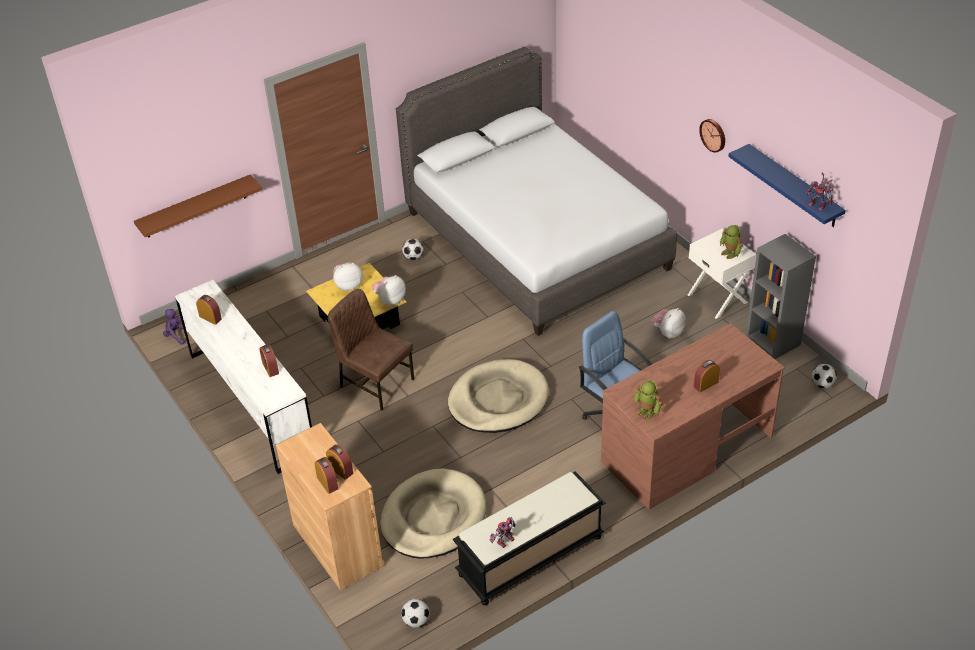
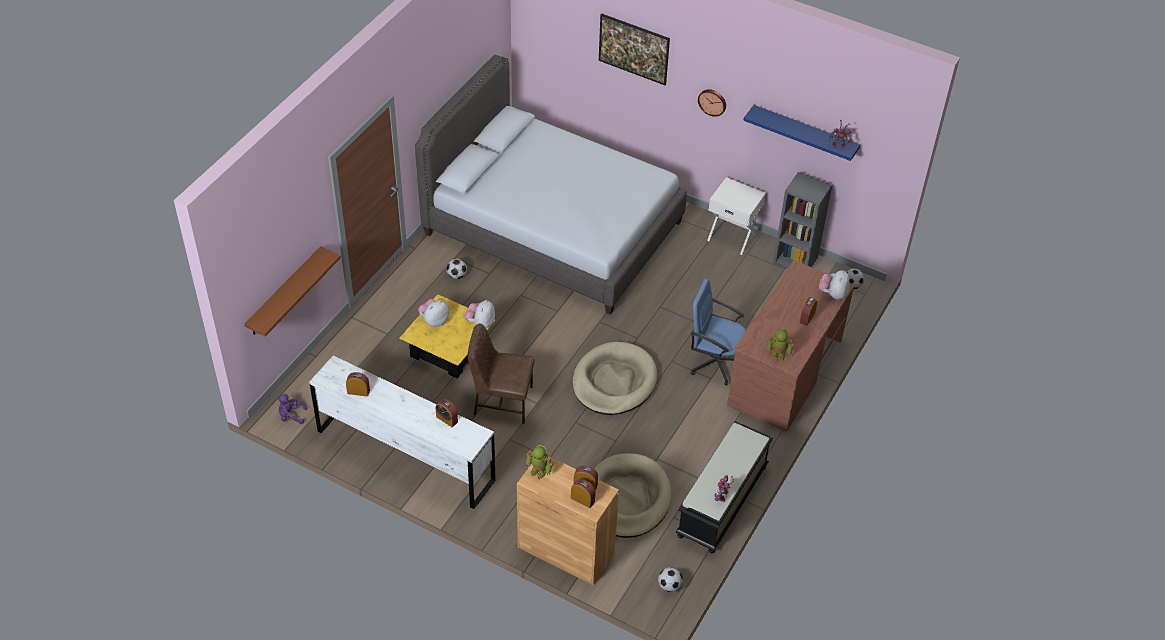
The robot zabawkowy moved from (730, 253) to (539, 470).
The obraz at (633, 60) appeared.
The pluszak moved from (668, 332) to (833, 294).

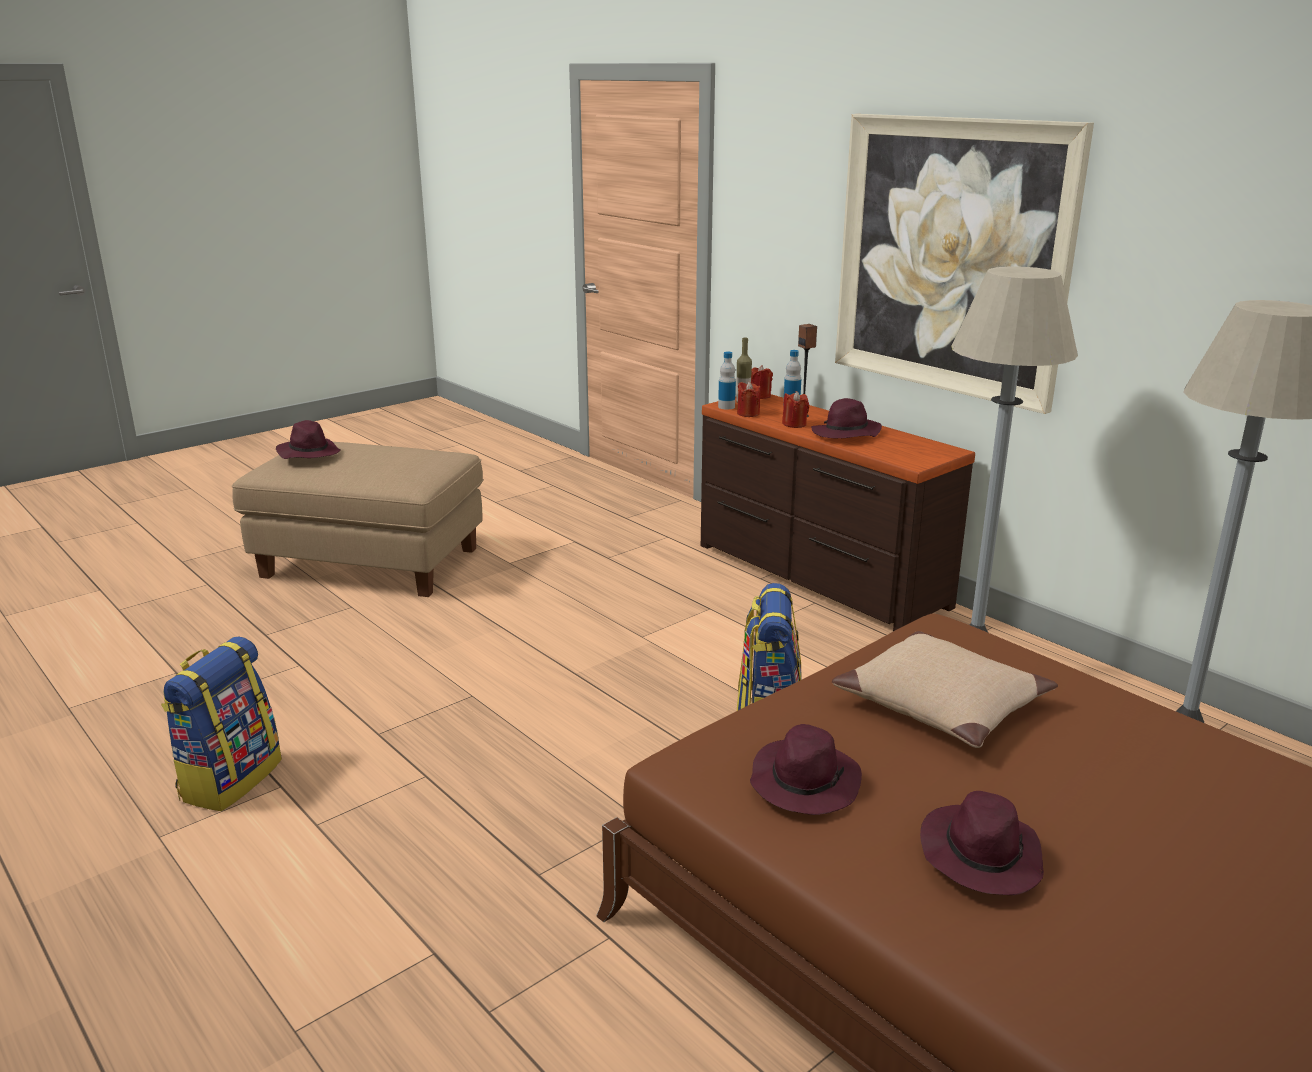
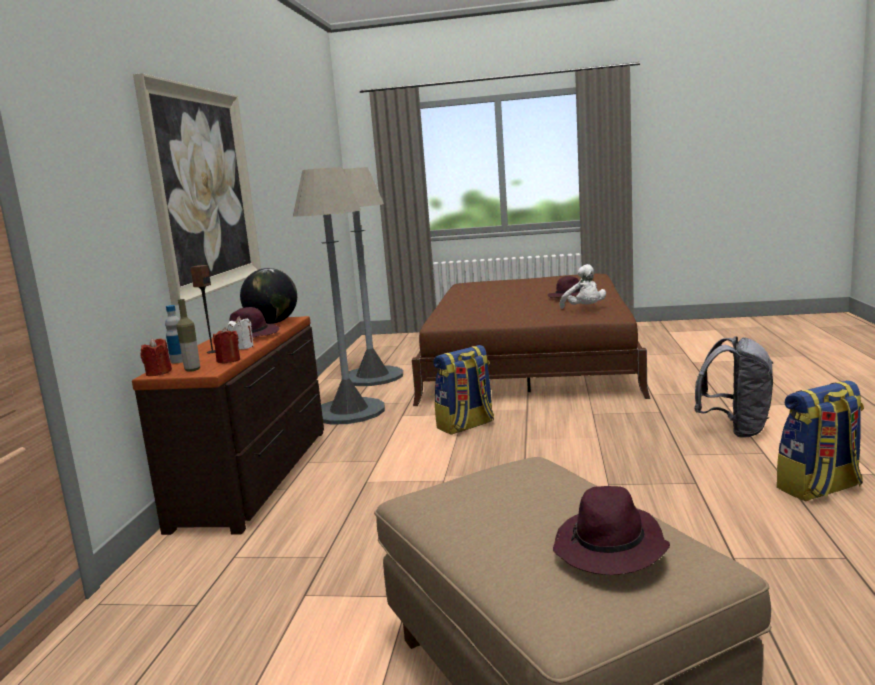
The świeca [czerwony] at (794, 424) became the świeca [biały] at (242, 347).
The globus at (272, 323) appeared.
The kapelusz [fioletowy] at (804, 782) was replaced by the pluszak [biały] at (584, 309).
The plecak [szary] at (736, 429) appeared.
The butelka at (726, 407) disappeared.
The poduszka [beżowy] at (942, 705) disappeared.

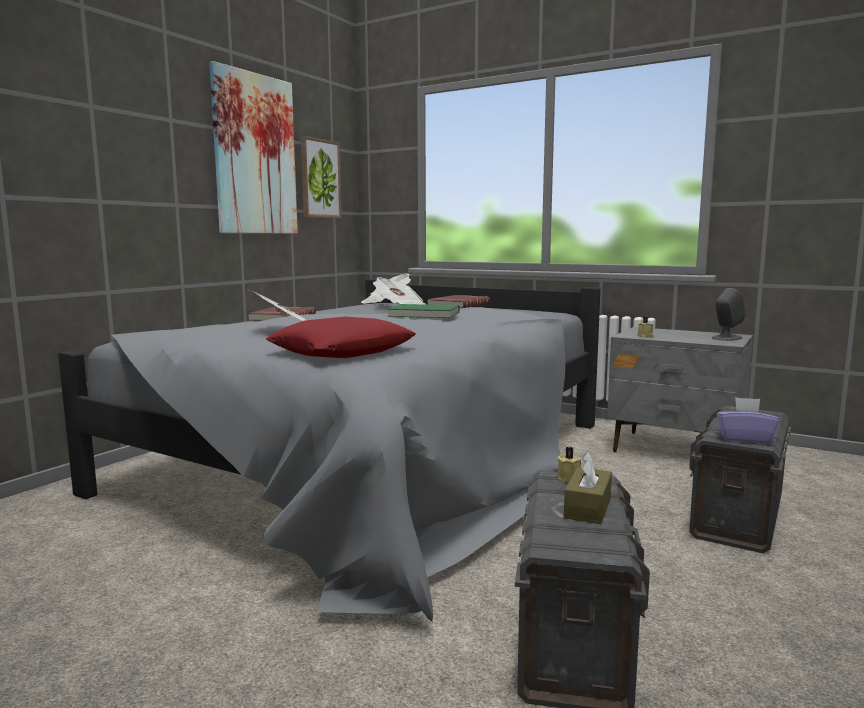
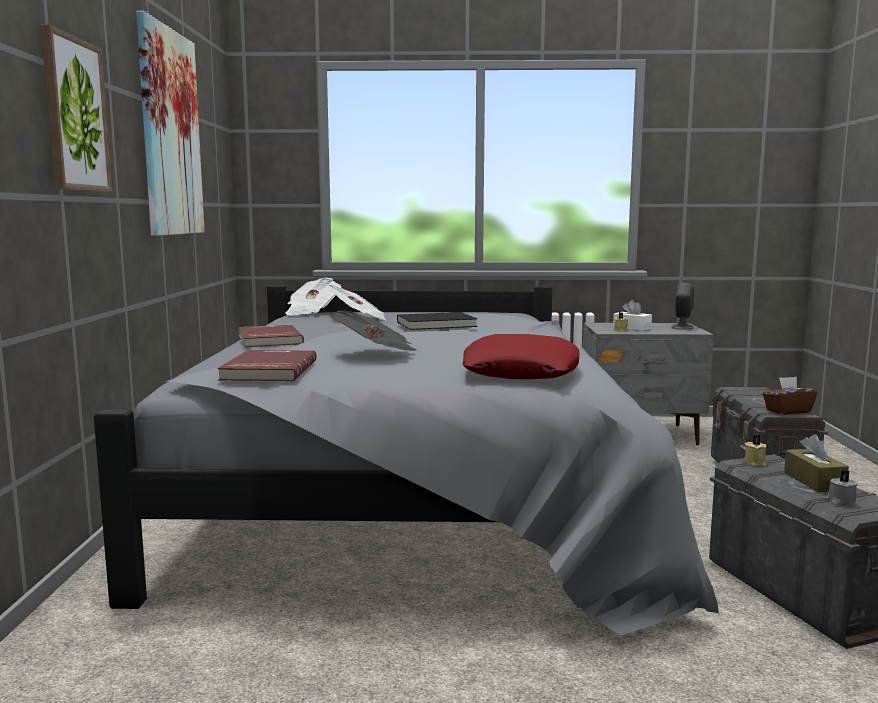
The obraz moved from (320, 178) to (74, 115).
The książka [czerwony] moved from (458, 304) to (267, 370).
The książka [zielony] at (424, 314) became the książka [czarny] at (436, 324).
The pudełko chusteczek [biały] at (632, 328) appeared.
The pudełko chusteczek [fioletowy] at (744, 438) became the pudełko chusteczek [brązowy] at (787, 411).
The świeca [szary] at (840, 502) appeared.

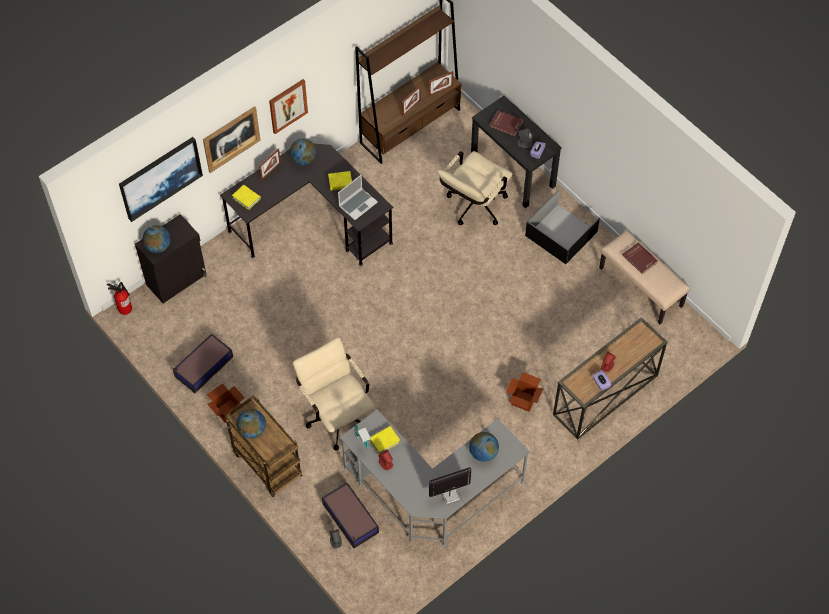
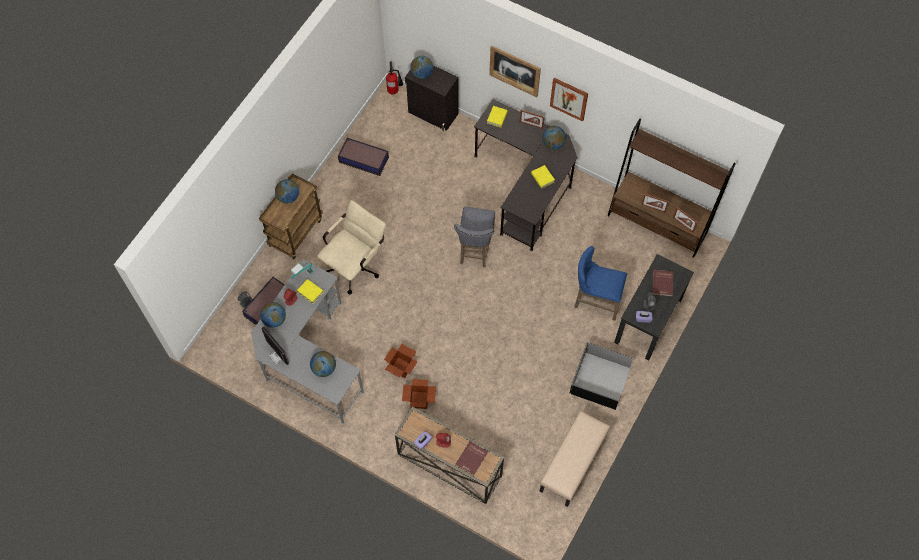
The globus at (274, 320) appeared.
The karton moved from (228, 411) to (401, 367).
The stołek [szary] at (475, 249) appeared.
The książka [czerwony] moved from (640, 258) to (472, 459).
The krzesło biurowe [beżowy] at (473, 208) was replaced by the stołek [niebieski] at (595, 300).
The obraz at (160, 177) disappeared.
The laptop at (358, 204) disappeared.

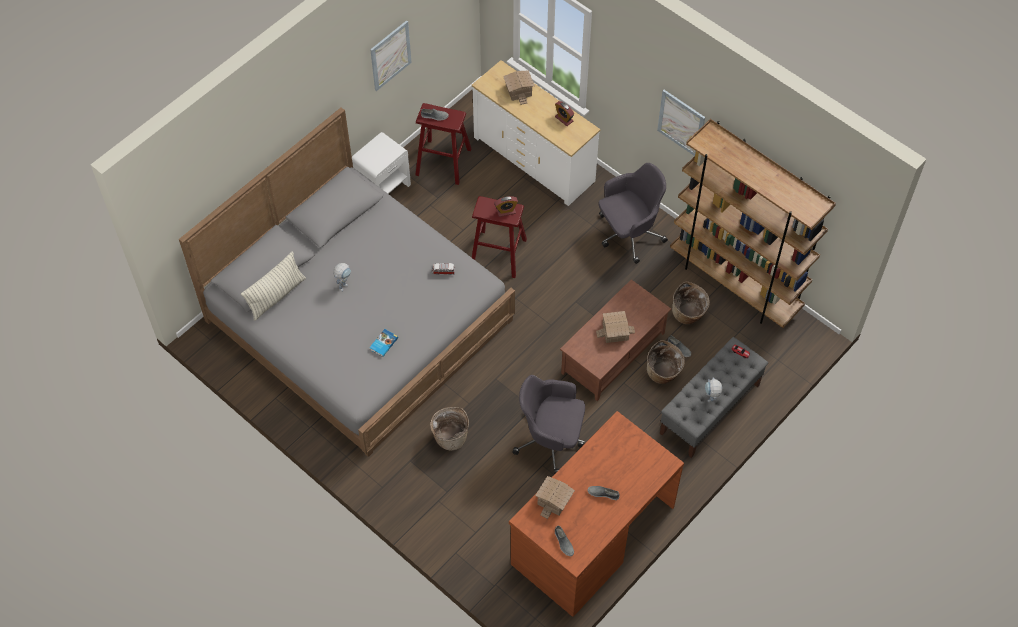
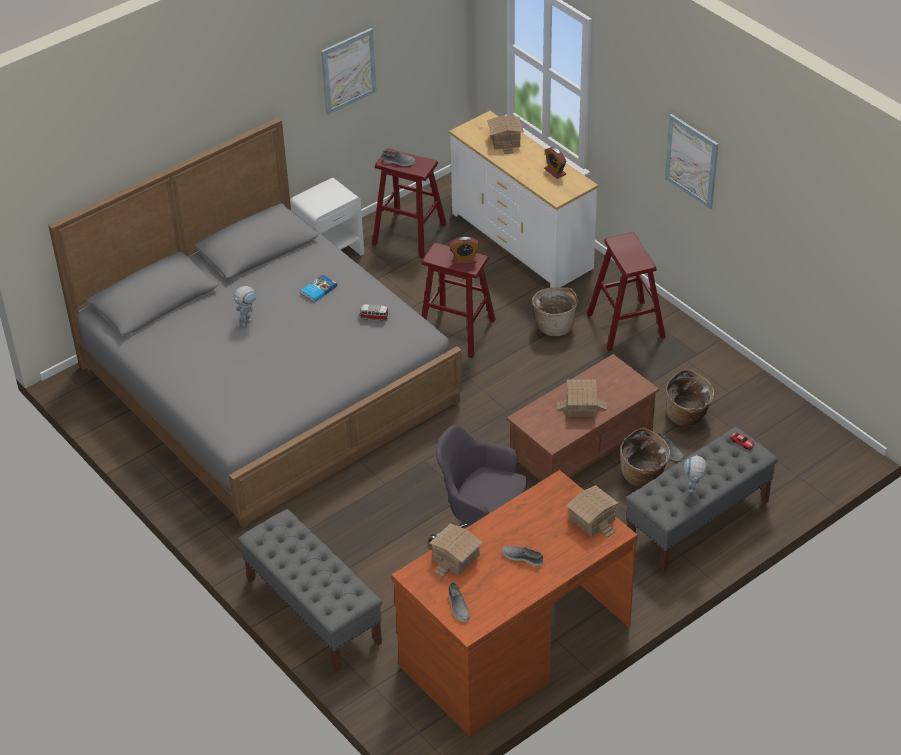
The ławka [szary] at (313, 611) appeared.
The książka moved from (383, 343) to (318, 290).
The koszyk moved from (450, 436) to (554, 325).
The domek at (591, 520) appeared.
The krzesło biurowe [szary] at (628, 234) was replaced by the stołek [czerwony] at (625, 326).
The poduszka at (276, 296) disappeared.
The regał [brązowy] at (735, 283) disappeared.

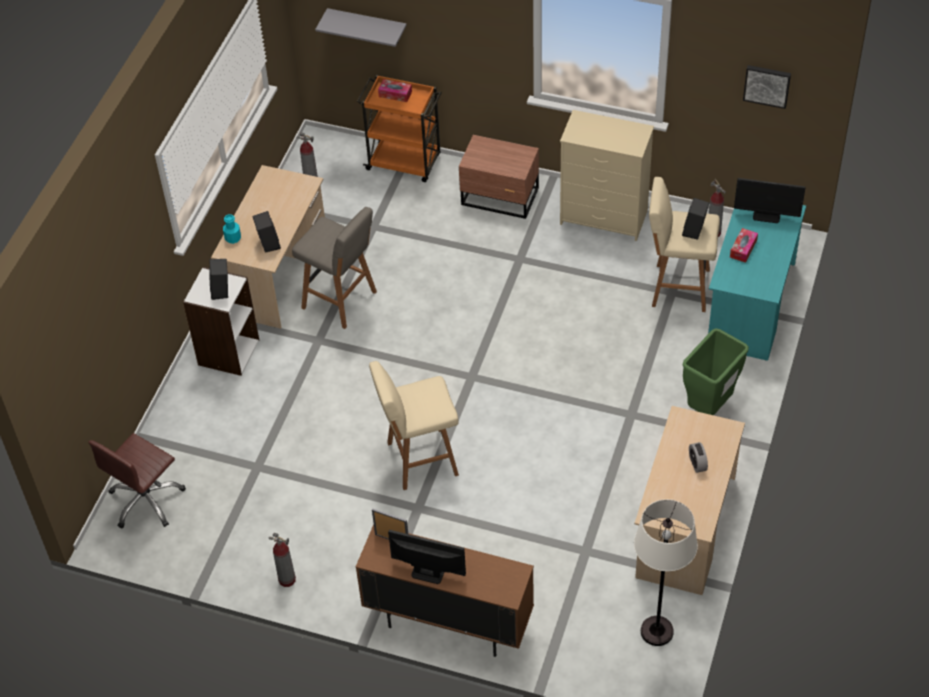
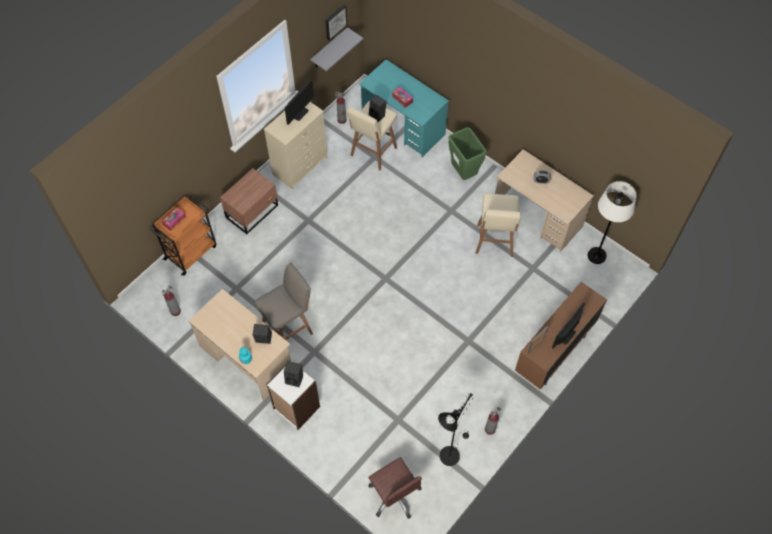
The monitor moved from (766, 215) to (299, 113).
The półka [szary] moved from (367, 26) to (329, 49).
The lampa stojąca [czarny] at (451, 452) appeared.
The stołek [beżowy] moved from (419, 459) to (494, 242).

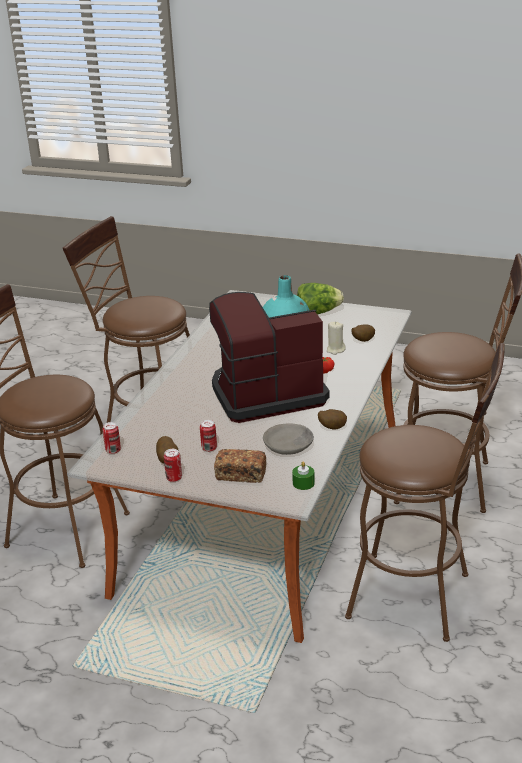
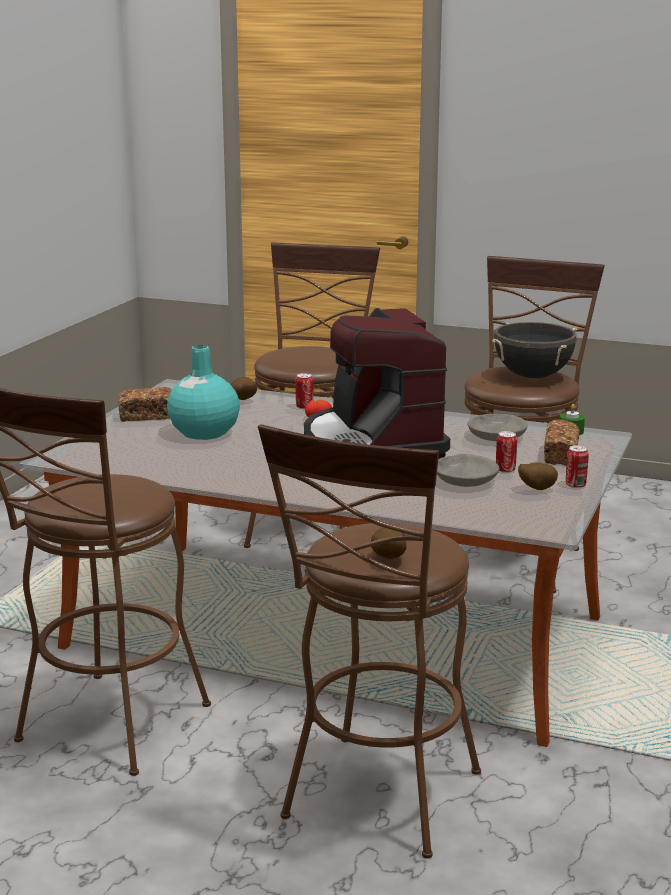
The sałata at (318, 313) was replaced by the chleb at (146, 416).
The puszka moved from (113, 450) to (304, 407).
The ziemniak moved from (332, 427) to (388, 559).
The miska [szary] at (465, 480) appeared.
The garnek [czarny] at (532, 376) appeared.
The świeca [beżowy] at (335, 350) disappeared.

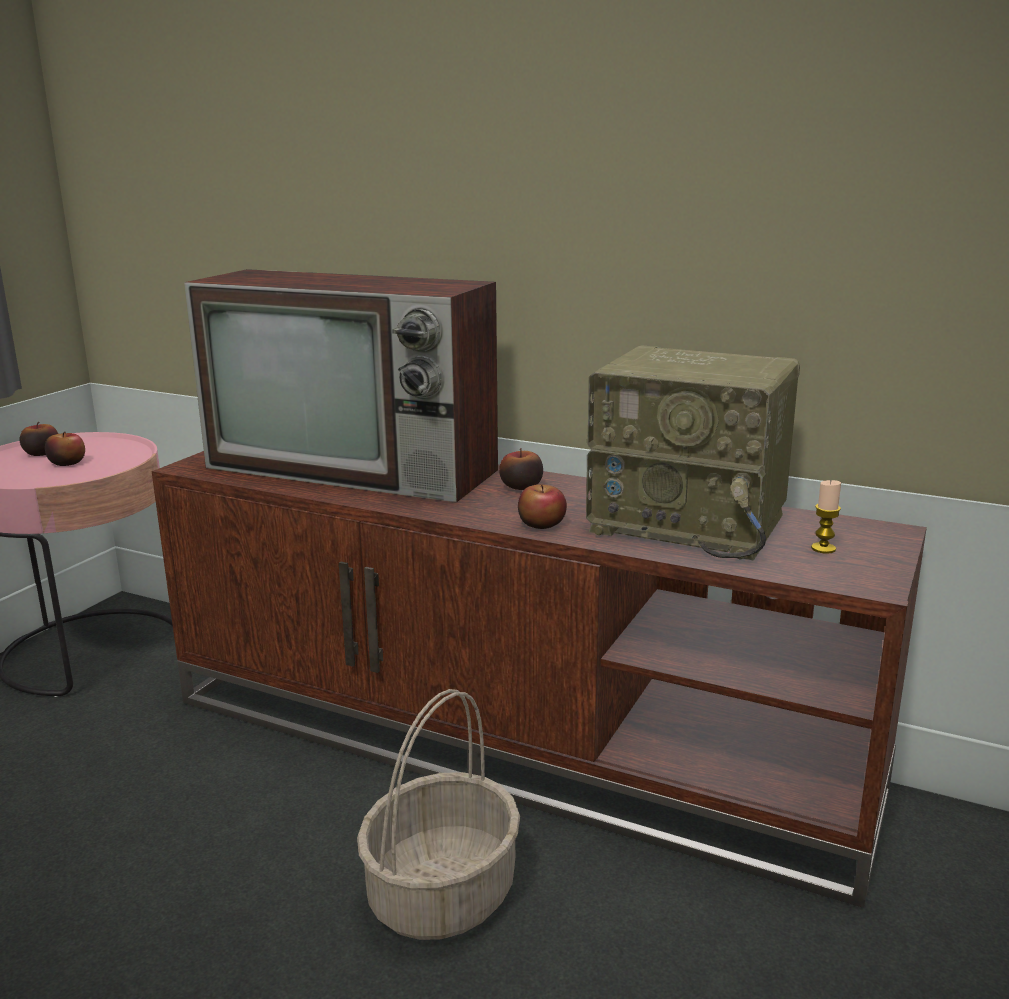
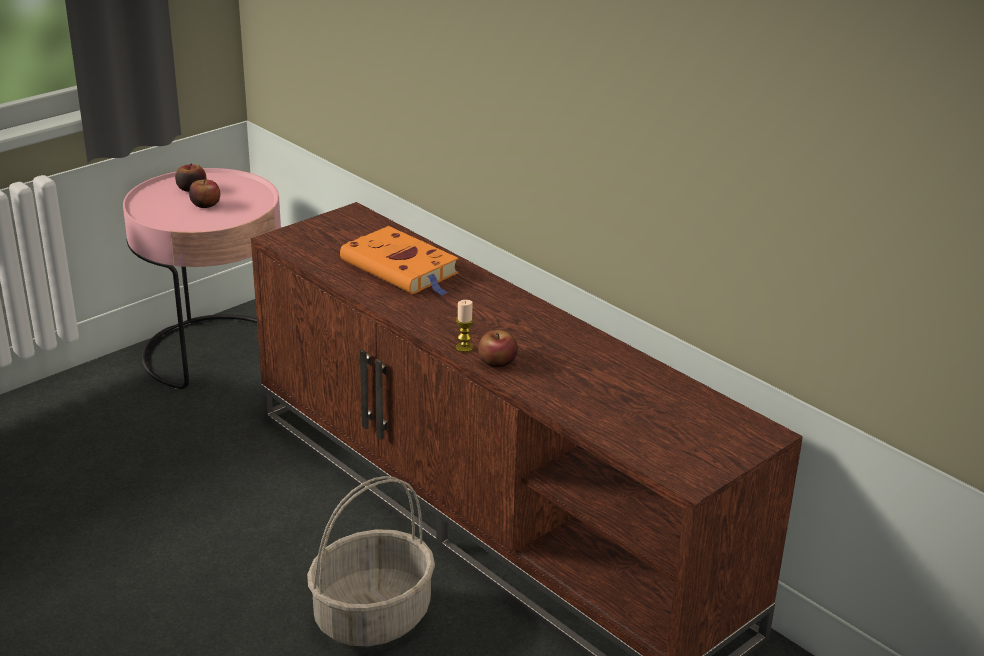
The telewizor at (357, 469) was replaced by the książka [pomarańczowy] at (402, 268).
The świeca moved from (823, 548) to (464, 347).
The jabłko at (521, 486) disappeared.
The radio at (692, 523) disappeared.

